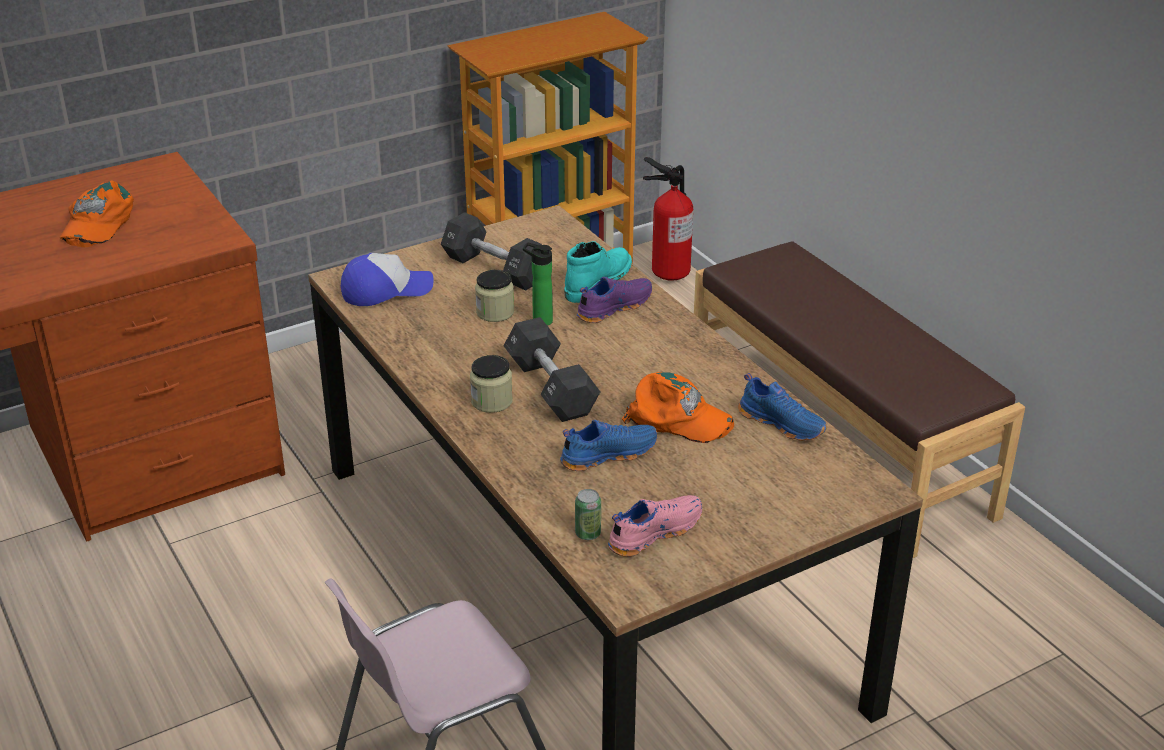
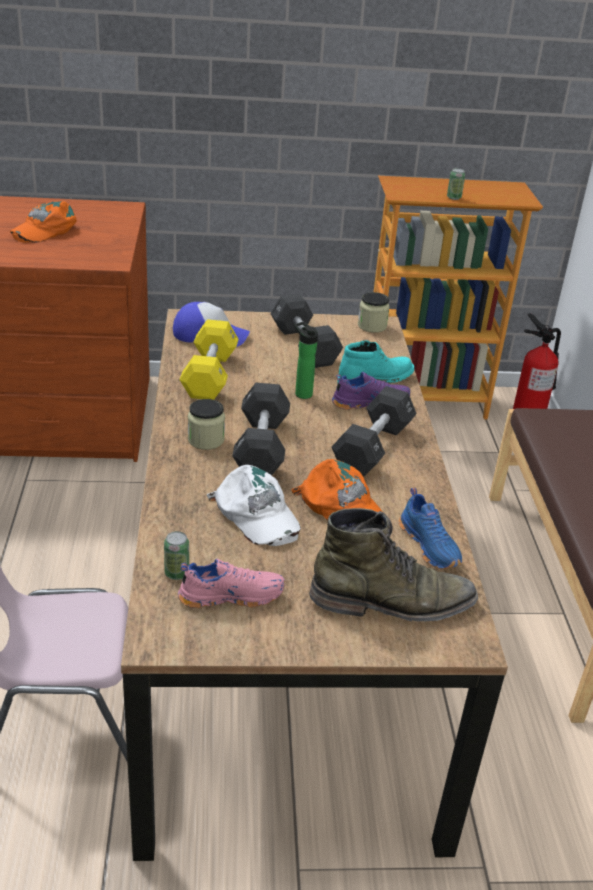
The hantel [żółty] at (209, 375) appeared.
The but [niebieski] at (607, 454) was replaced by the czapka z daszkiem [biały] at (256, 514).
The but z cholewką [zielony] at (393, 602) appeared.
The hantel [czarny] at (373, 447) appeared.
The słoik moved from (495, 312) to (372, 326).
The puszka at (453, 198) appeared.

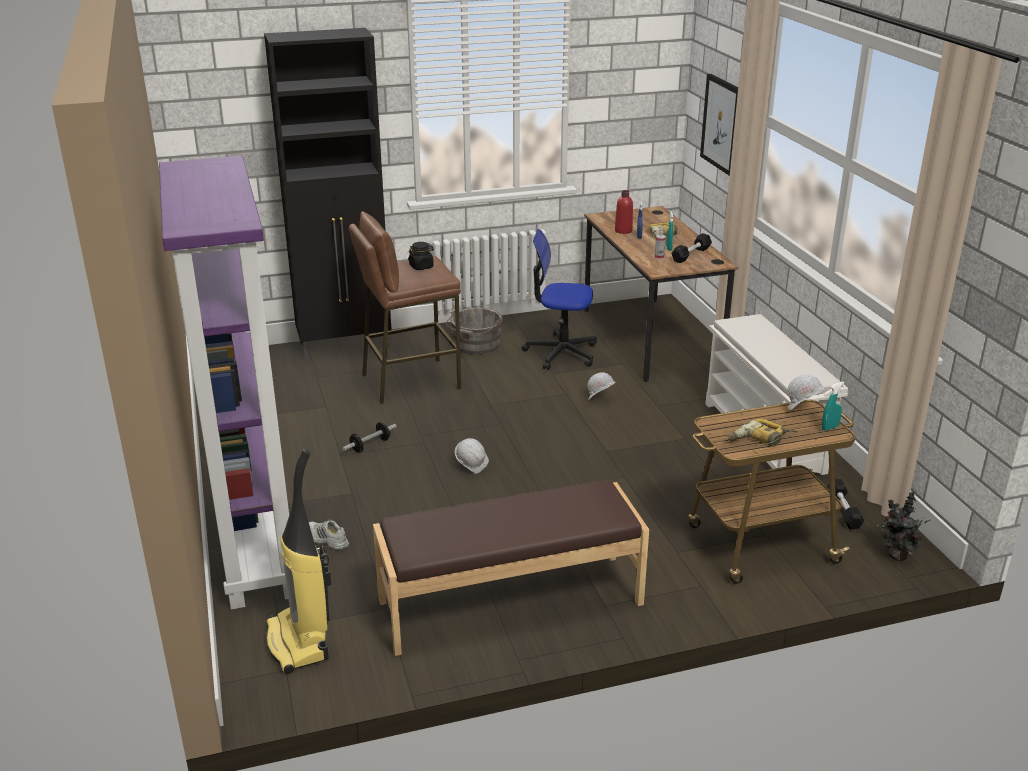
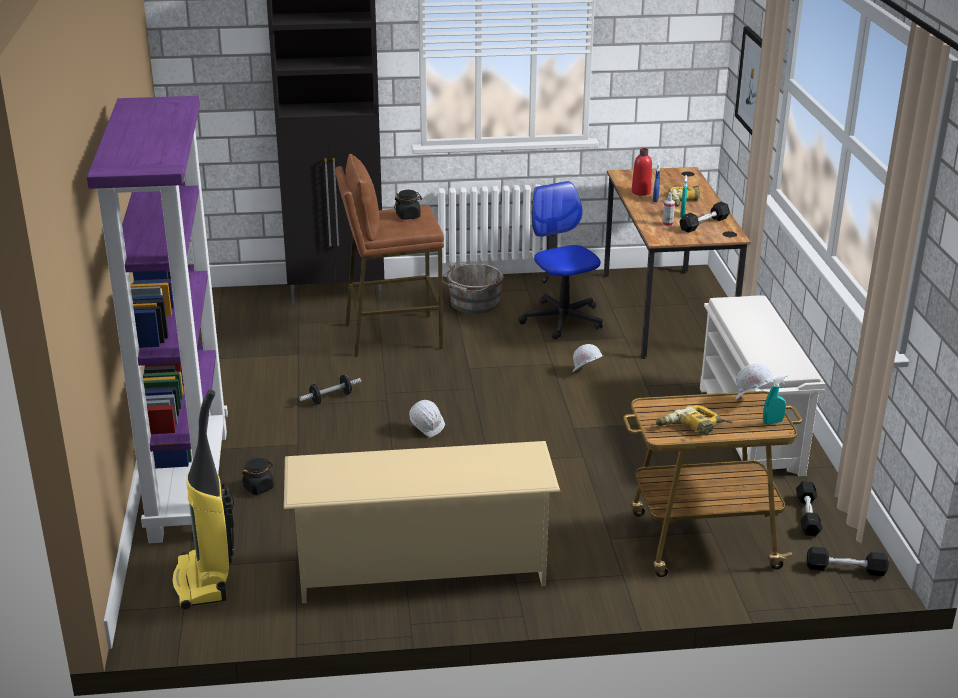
The but [biały] at (326, 540) was replaced by the słoik [czarny] at (258, 487).
The ławka [brązowy] at (511, 603) was replaced by the regał na buty [beżowy] at (421, 569).
The krzesło biurowe at (561, 352) turned 45 degrees clockwise.
The roślina doniczkowa at (896, 556) was replaced by the hantel [czarny] at (845, 569).

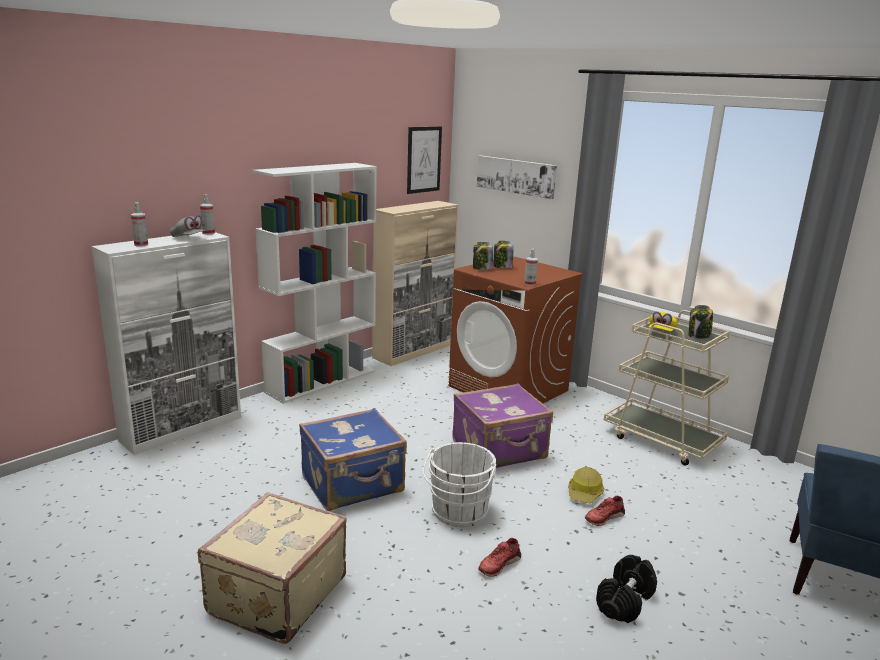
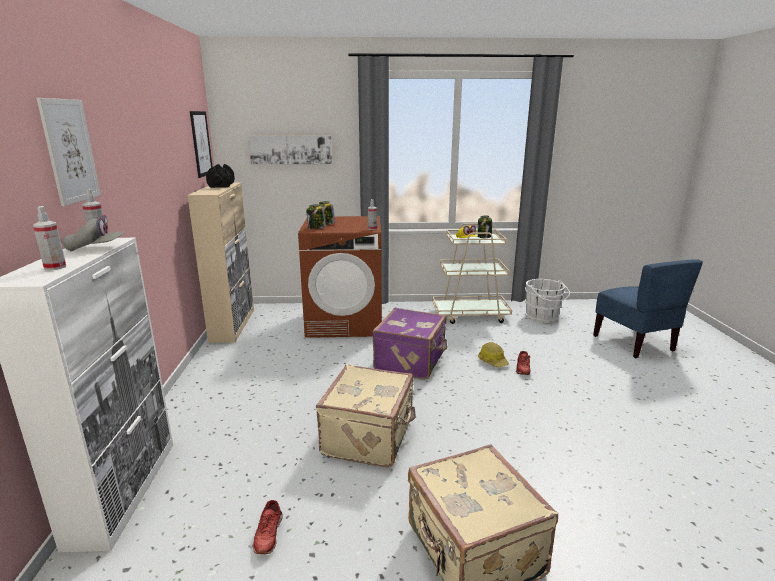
The obraz at (70, 151) appeared.
The hantel [czarny] moved from (625, 601) to (221, 185).
The but [czerwony] moved from (499, 564) to (268, 534).
The walizka [niebieski] at (353, 485) became the walizka [beżowy] at (370, 437).
The wiadro [biały] moved from (458, 513) to (543, 317).
The regał [biały] at (322, 381) disappeared.

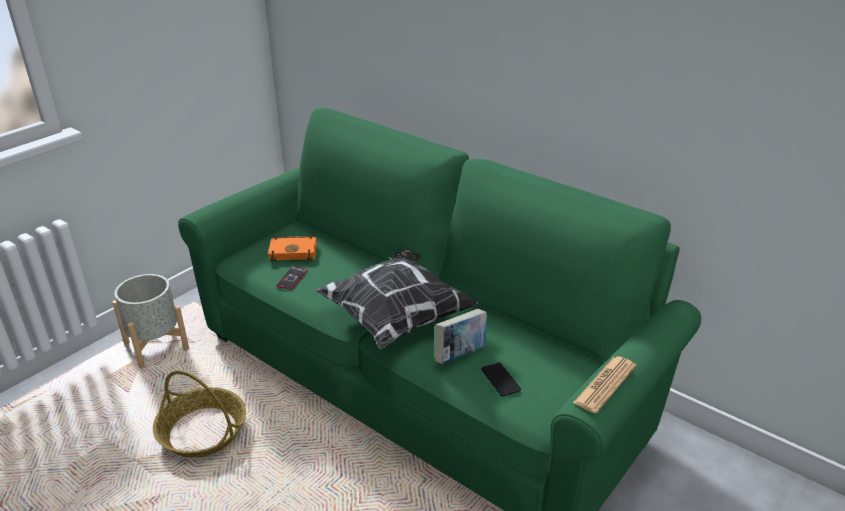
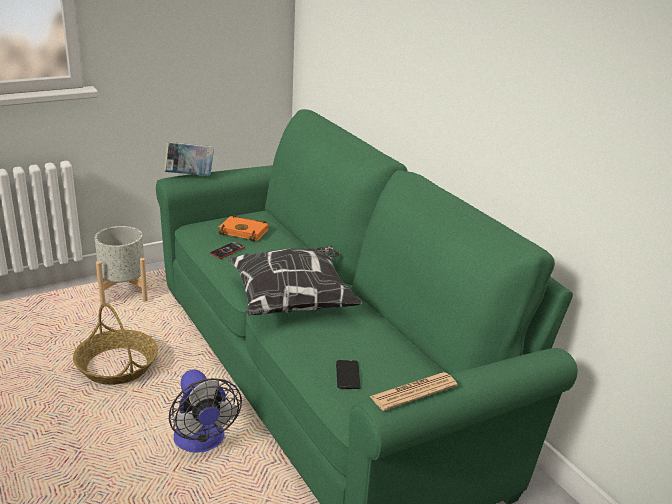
The książka moved from (460, 355) to (189, 176).
The wentylator at (202, 442) appeared.

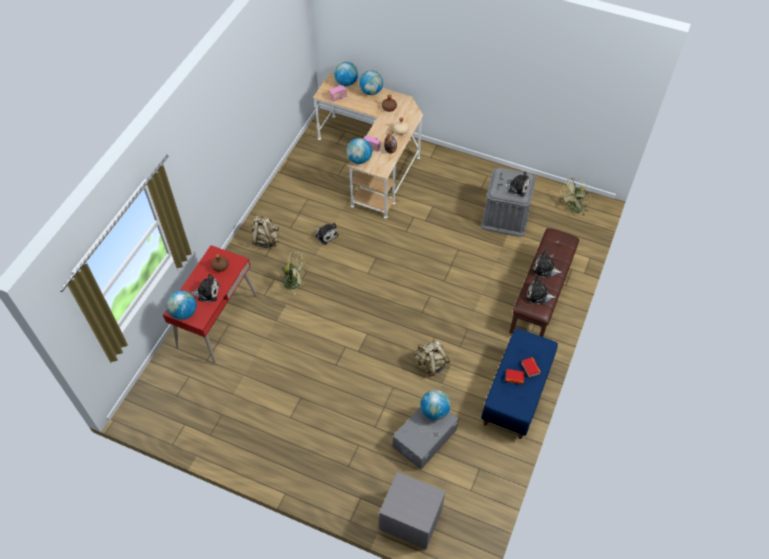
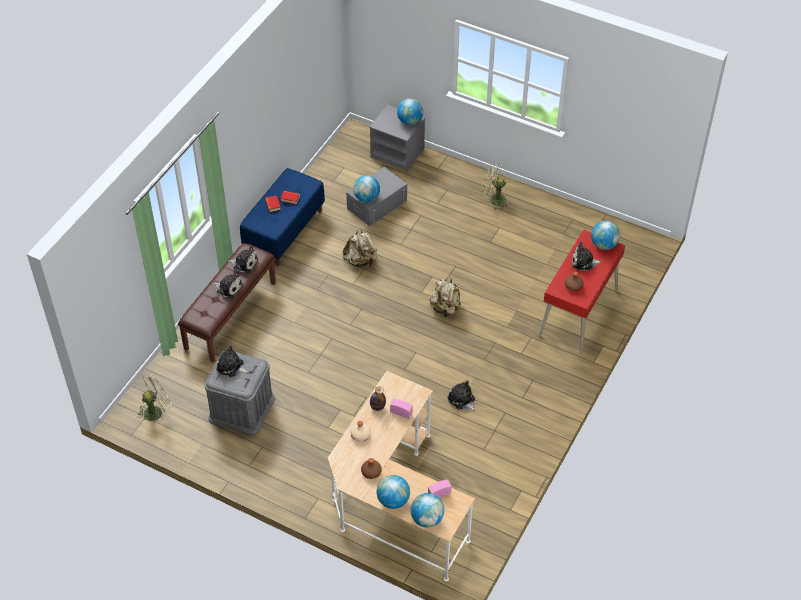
The globus moved from (359, 160) to (409, 121).
The plecak [beżowy] moved from (266, 240) to (445, 308).
The wentylator [zielony] moved from (295, 283) to (493, 200).

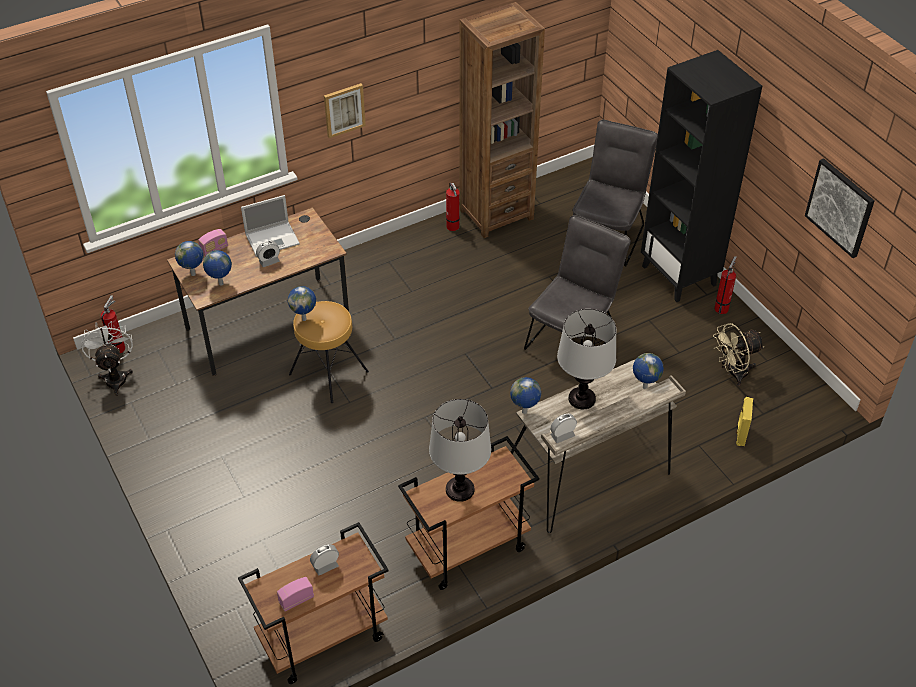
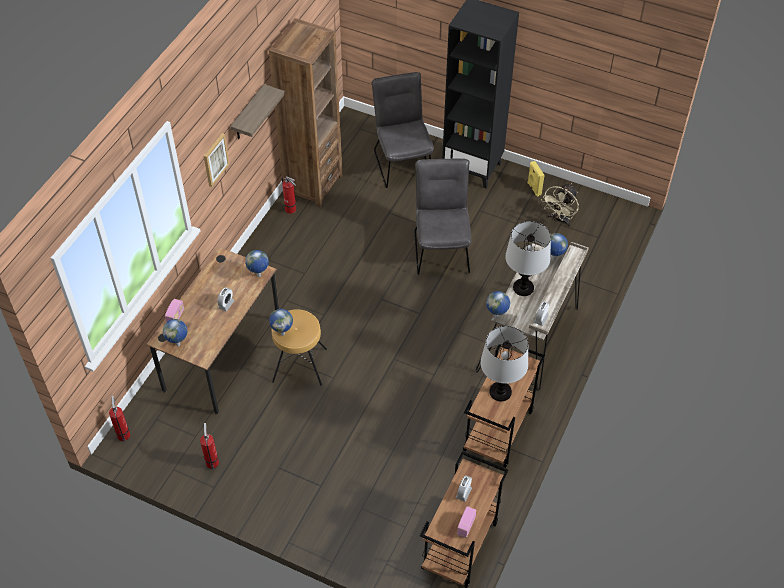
The gaśnica moved from (722, 307) to (212, 461).
The półka at (248, 114) appeared.
The globus moved from (221, 284) to (259, 276).
The głośnik [żółty] moved from (740, 434) to (533, 189).
The wentylator [biały] at (115, 376) disappeared.
The laptop at (273, 238) disappeared.
The obraz at (840, 207) disappeared.

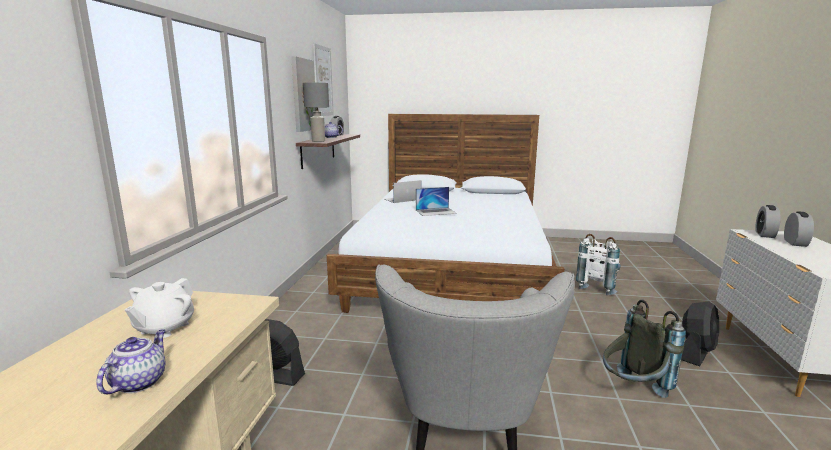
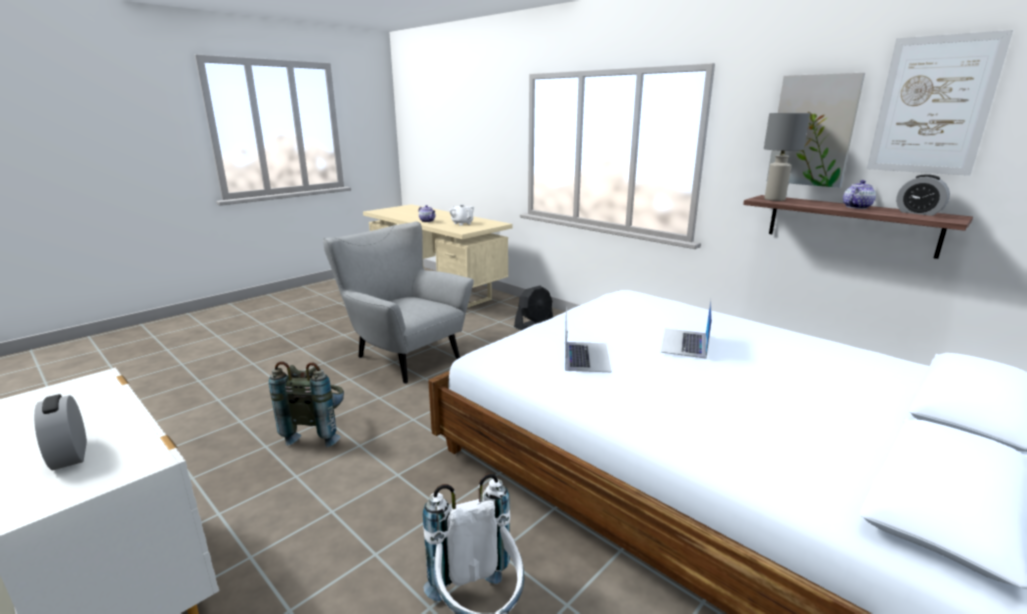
The laptop moved from (402, 199) to (586, 356).
The wentylator [czarny] at (696, 352) disappeared.
The budzik at (764, 234) disappeared.

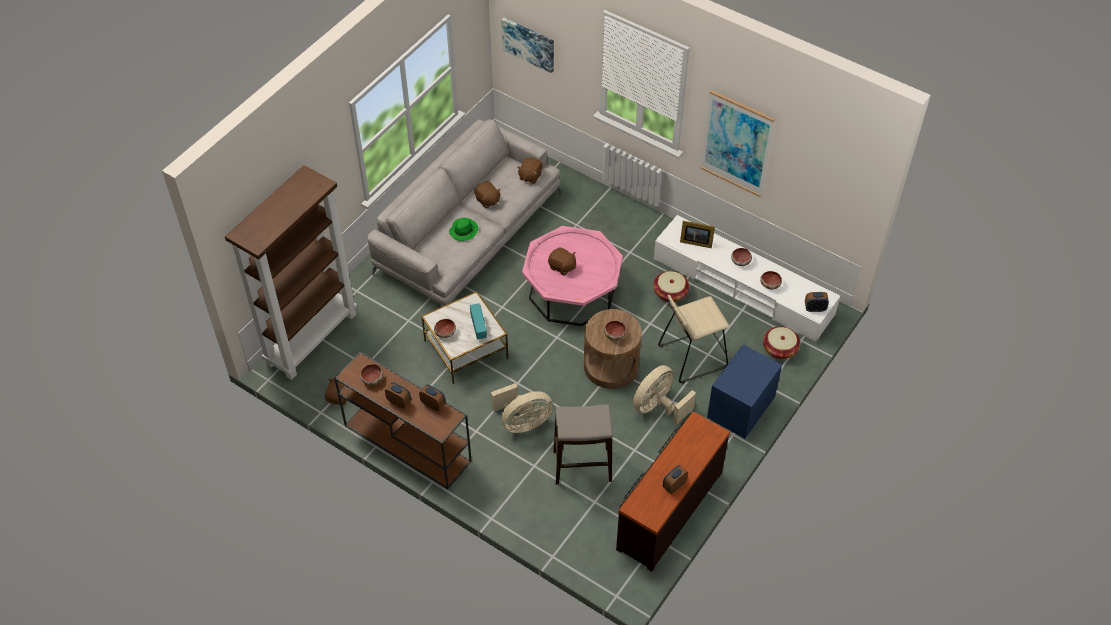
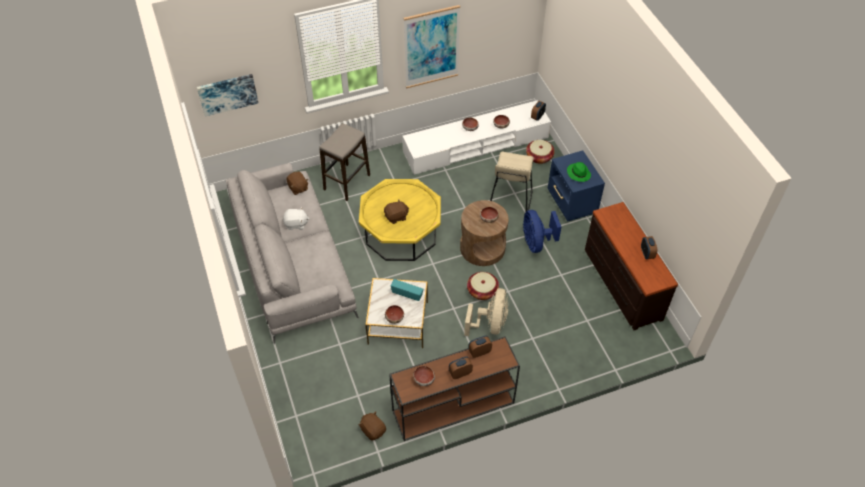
The pluszak [brązowy] at (487, 200) became the pluszak [biały] at (296, 224).
The stołek moved from (582, 466) to (346, 182).
The ława [różowy] at (572, 291) became the ława [żółty] at (401, 233).
The koszyk moved from (670, 293) to (482, 291).
The wentylator [beżowy] at (658, 407) became the wentylator [niebieski] at (536, 242).
The kapelusz [zielony] moved from (463, 230) to (578, 173).
The regał [brązowy] at (311, 338) disappeared.
The ramka na zdjęcie at (695, 241) disappeared.

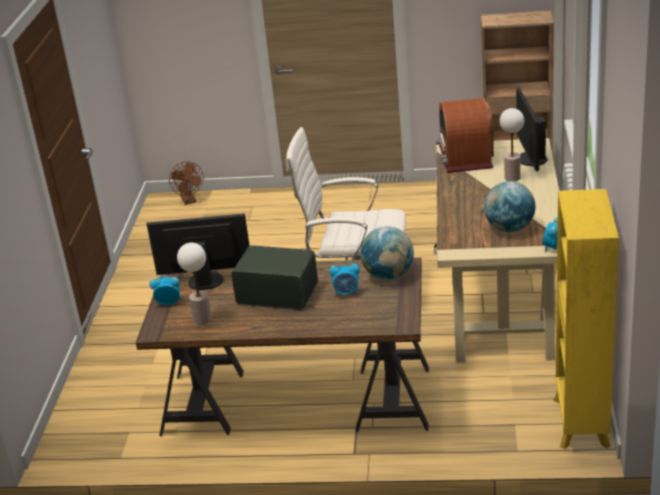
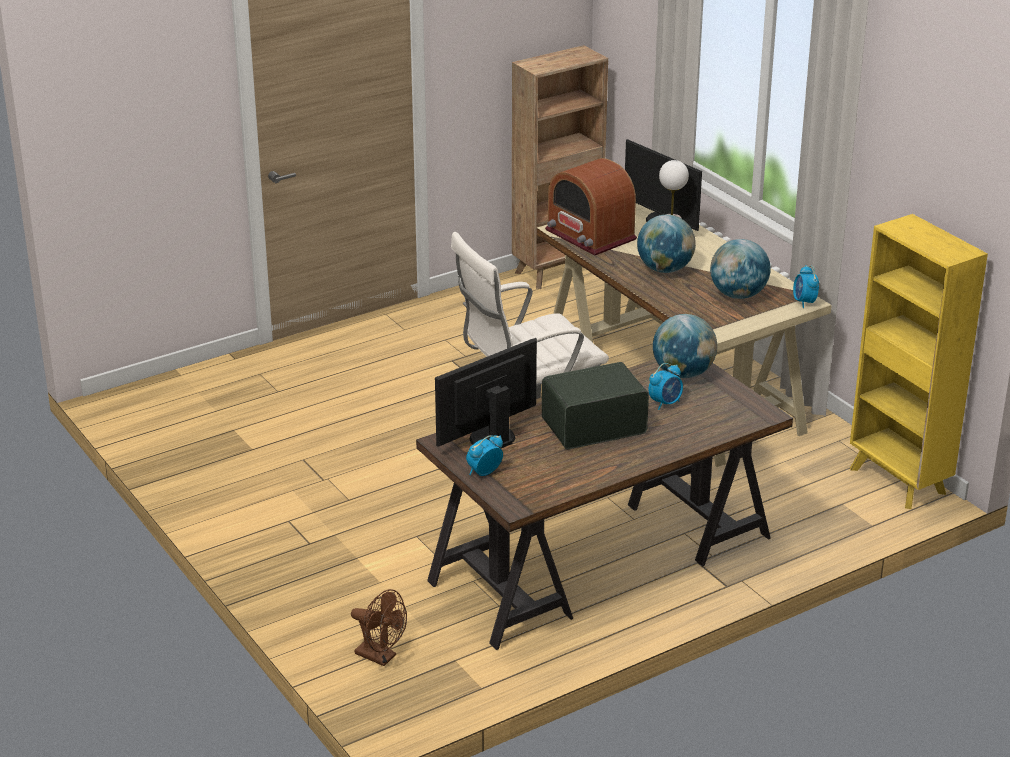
The wentylator [brązowy] moved from (189, 201) to (381, 657).
The globus at (665, 269) appeared.
The lampa stołowa at (202, 319) disappeared.

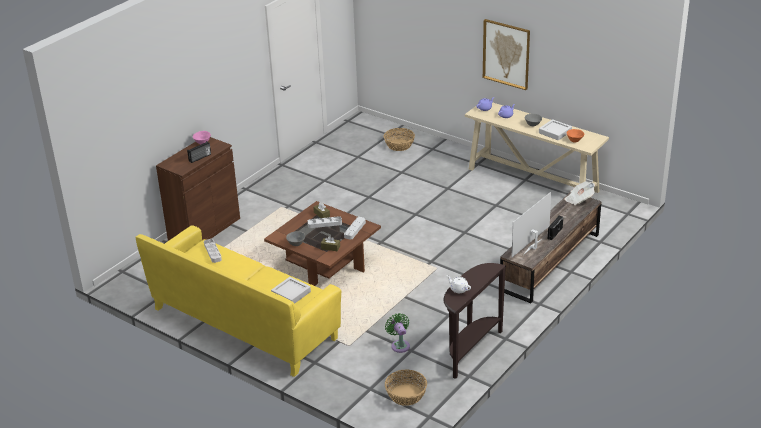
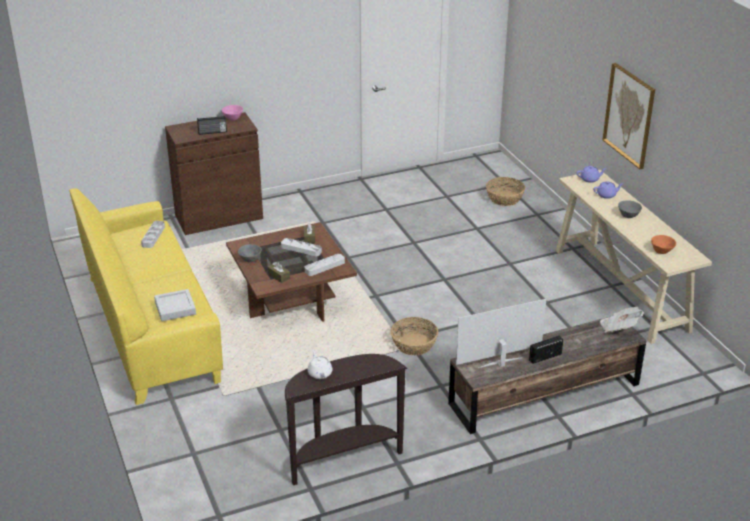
The koszyk moved from (406, 395) to (414, 345).
The wentylator [zielony] at (399, 345) disappeared.
The taca [szary] at (555, 132) disappeared.

